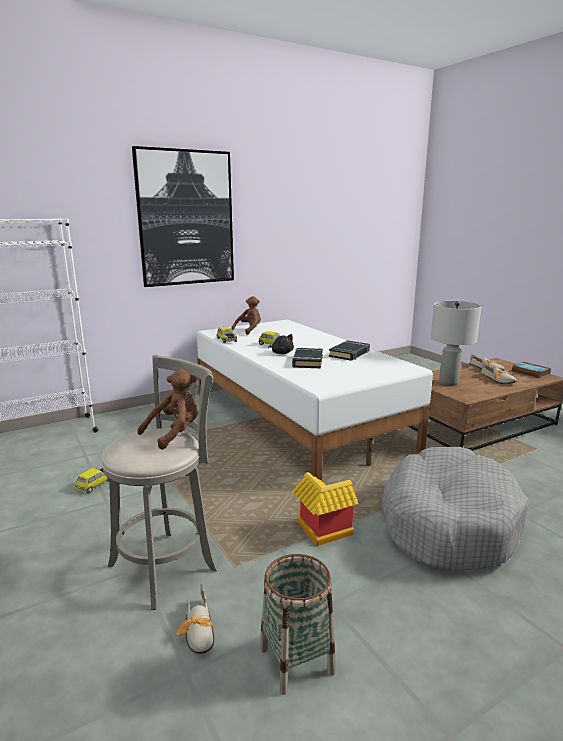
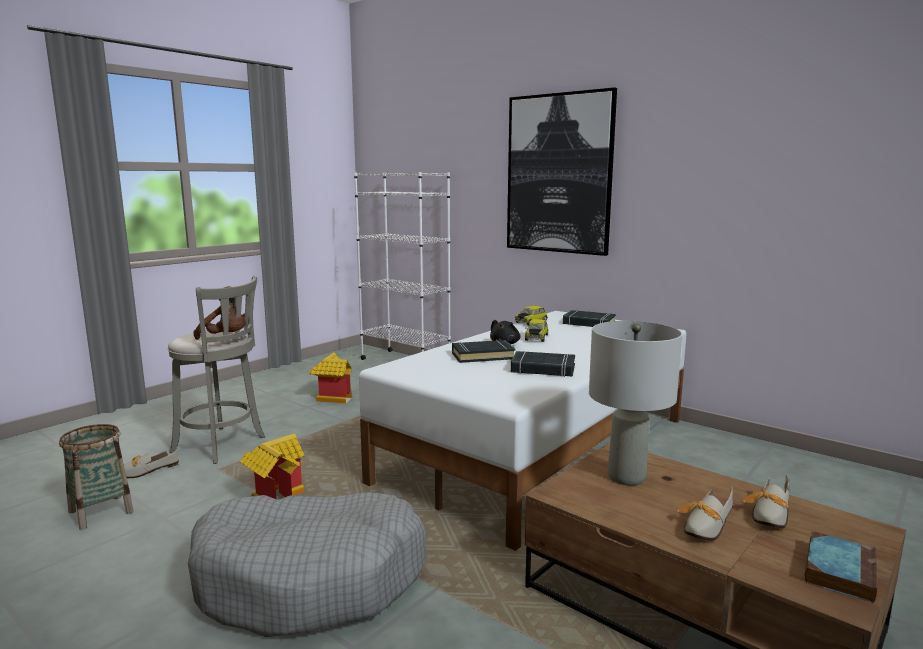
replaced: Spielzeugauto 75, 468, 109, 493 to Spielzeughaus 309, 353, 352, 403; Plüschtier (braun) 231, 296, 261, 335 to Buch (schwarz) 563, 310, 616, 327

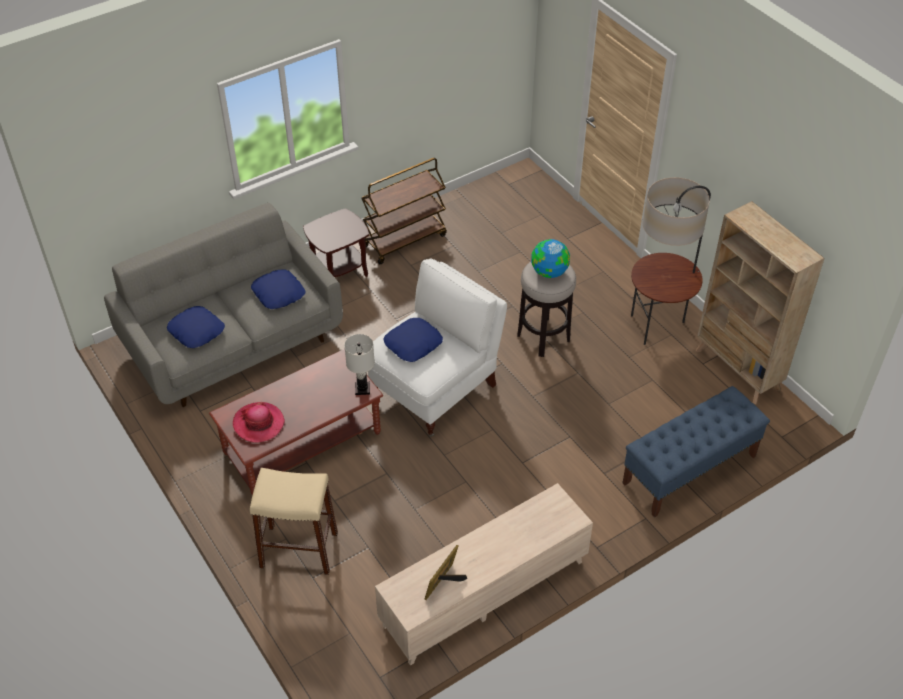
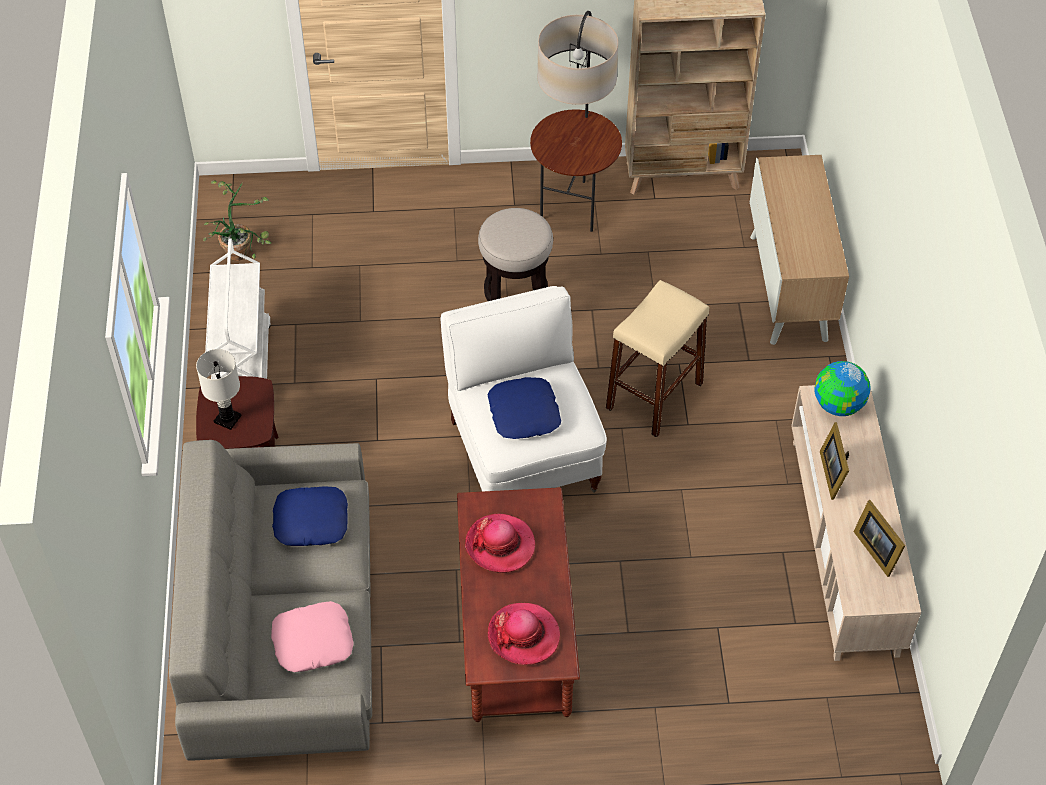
added: Topfpflanze 203, 180, 271, 261; Hut 465, 513, 535, 573; Bilderrahmen 820, 422, 849, 500
moved: Hocker (beige) 250, 468, 338, 575 to 606, 280, 709, 438; Tischlampe (weiß) 344, 334, 375, 395 to 196, 349, 241, 430; Globus 531, 239, 570, 278 to 814, 361, 871, 416
replaced: Bank (blau) 622, 386, 770, 518 to Schrank 750, 155, 849, 345
recoloured: Kissen (blau) 167, 306, 225, 348 to Kissen (rosa) 271, 601, 354, 672; Rollwagen (braun) 361, 158, 447, 264 to Rollwagen (weiß) 205, 238, 271, 379

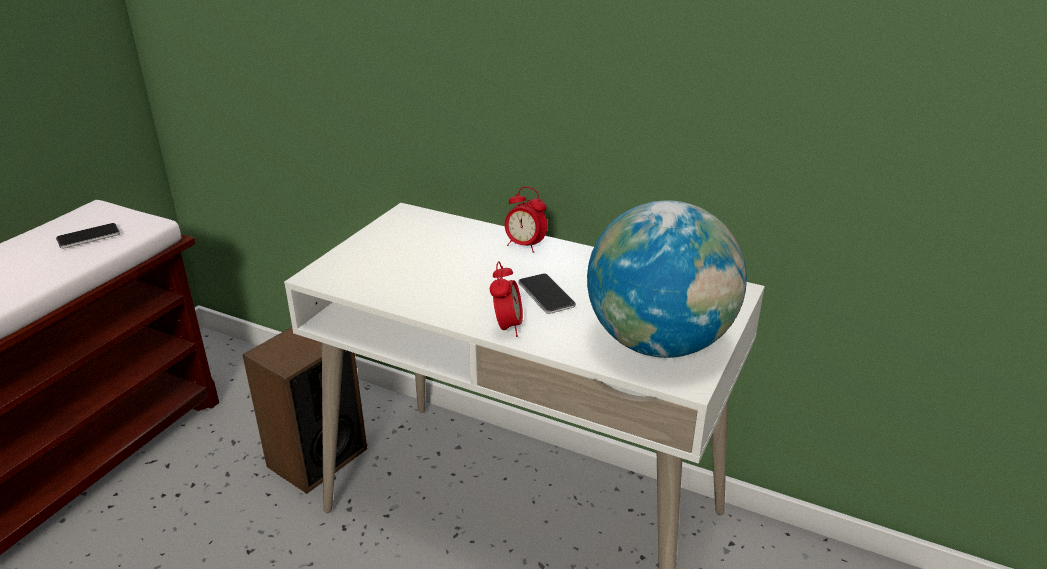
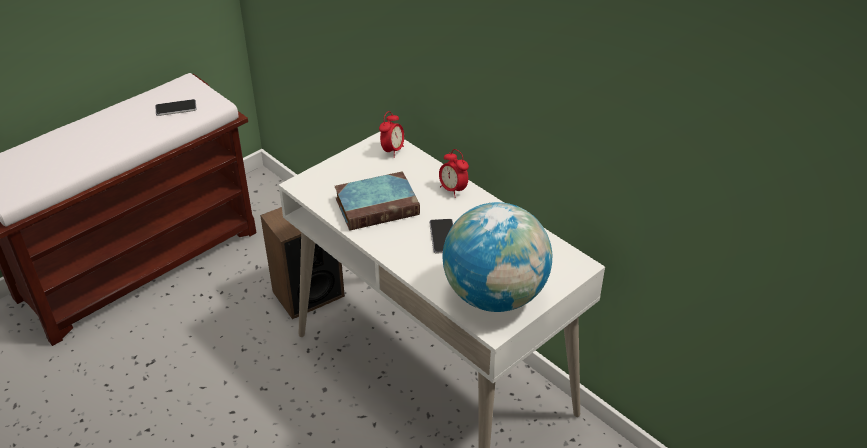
added: Buch 334, 171, 420, 231
moved: Wecker 490, 261, 523, 337 to 379, 111, 404, 158

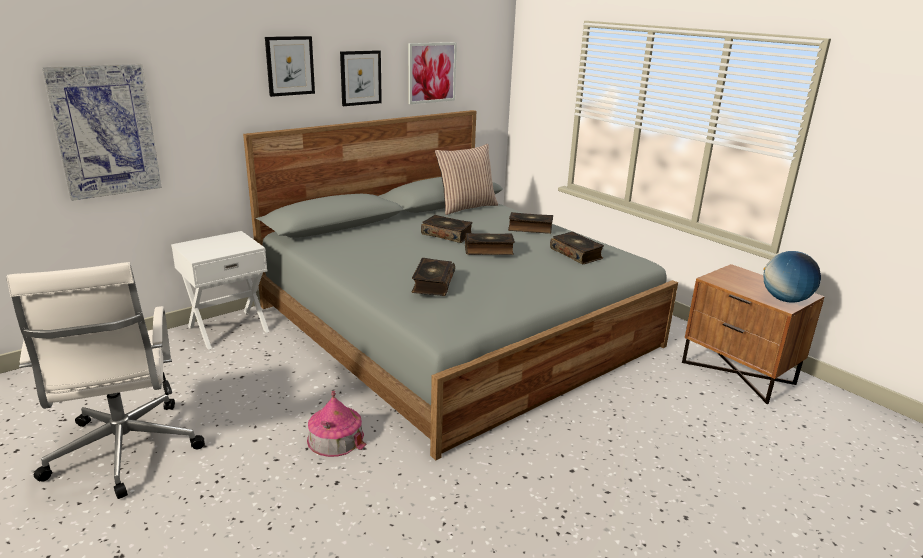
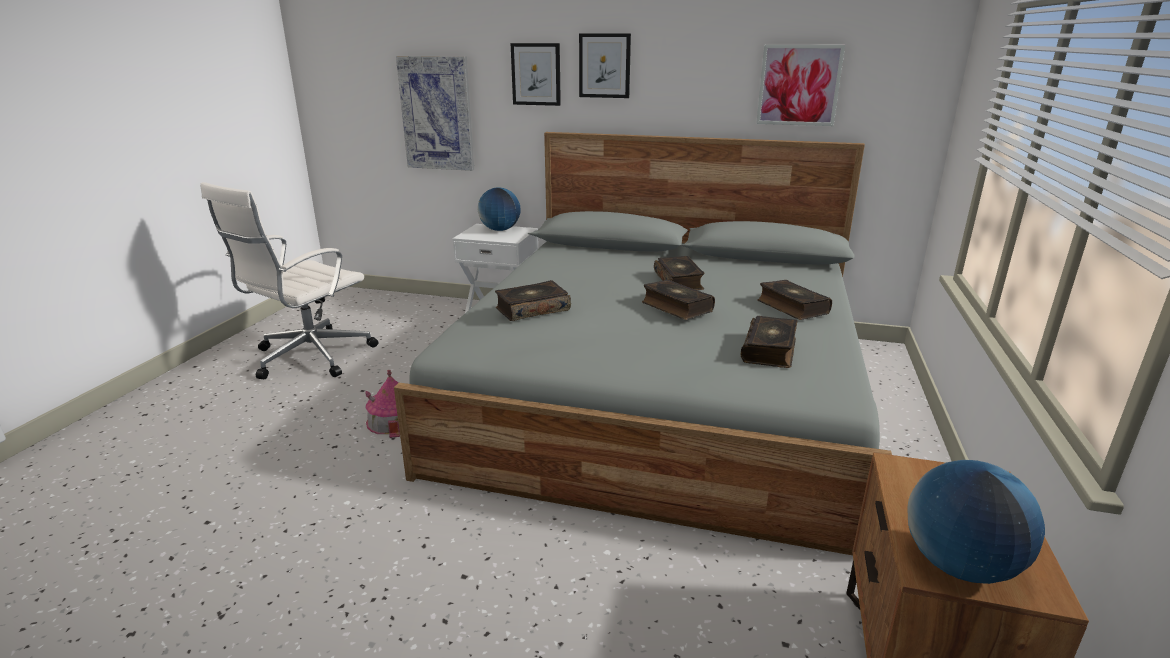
removed: Kissen 435, 144, 498, 215
added: Globus 478, 187, 521, 231
moved: Bild 340, 50, 382, 106 to 511, 43, 561, 106

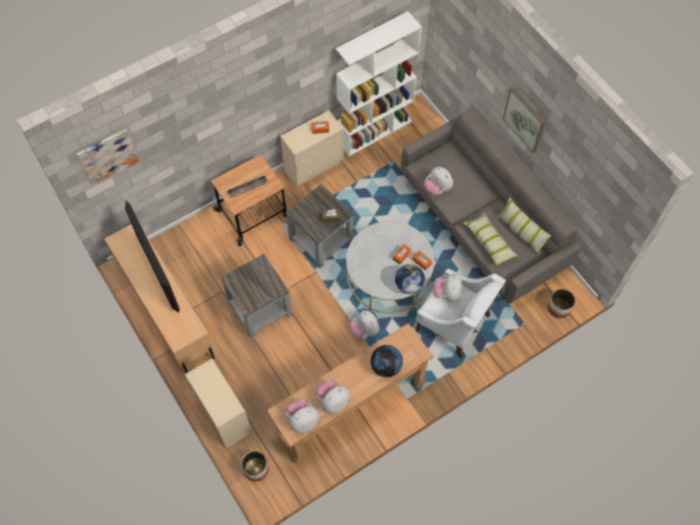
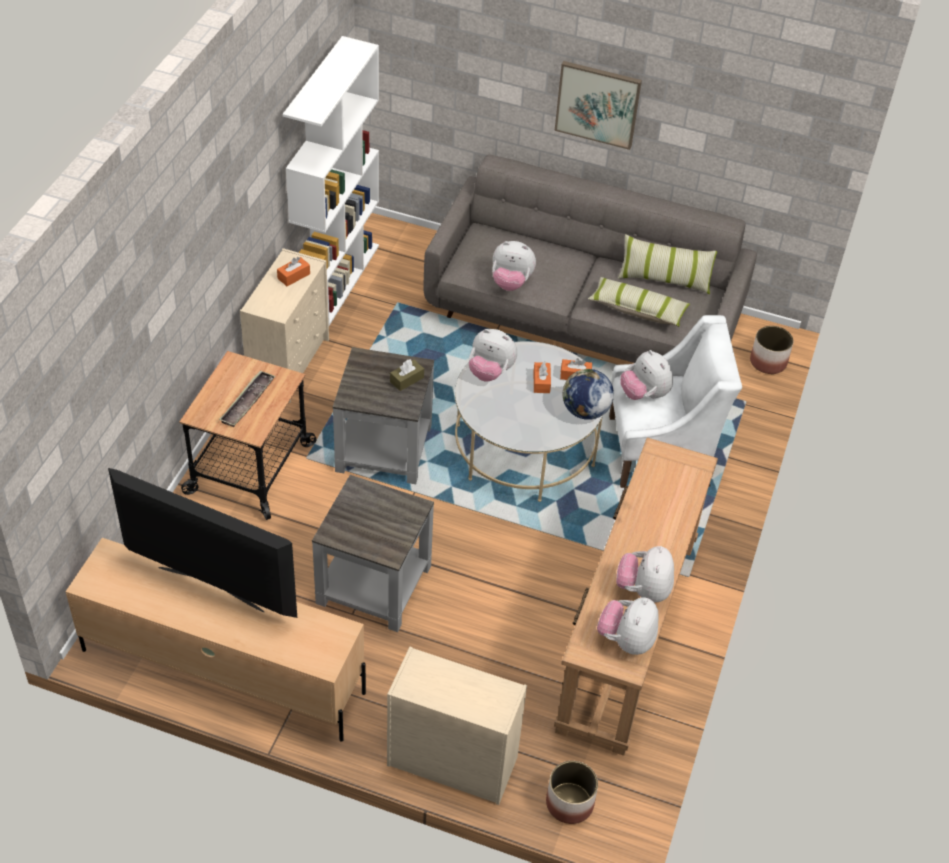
removed: Bild 76, 129, 139, 186; Globus 371, 345, 403, 377
moved: Plüschtier 350, 310, 379, 339 to 469, 329, 517, 381

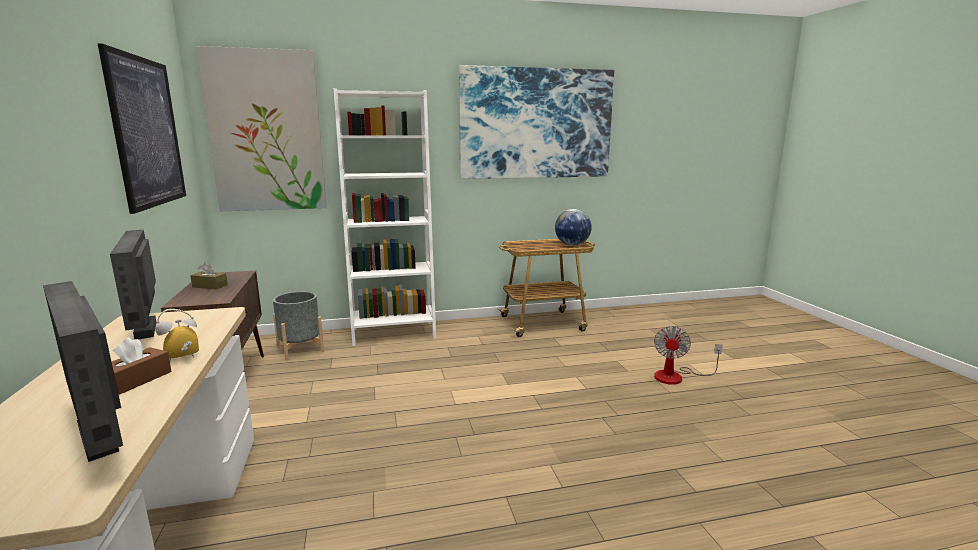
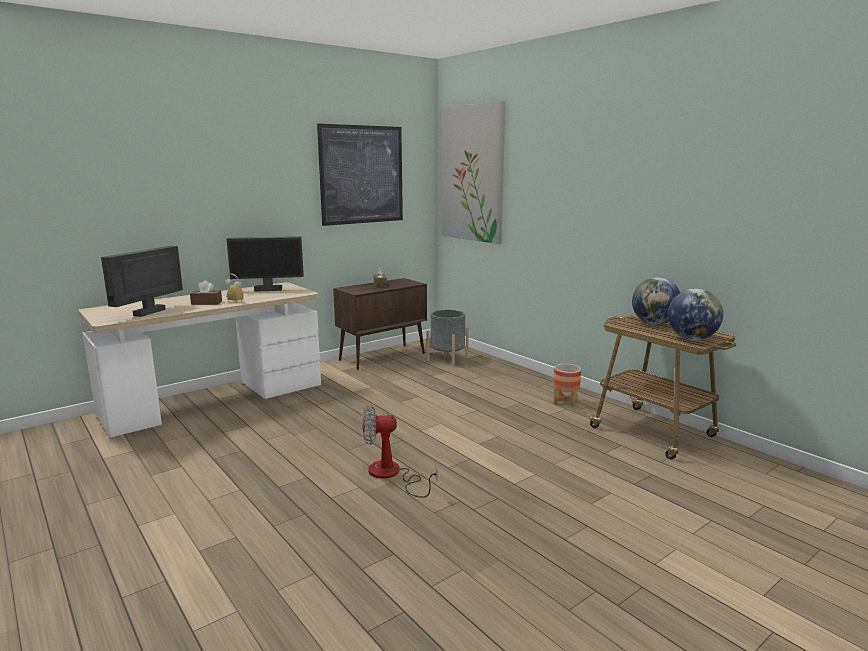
removed: Bücherregal (weiß) 334, 88, 436, 346; Bild 459, 65, 614, 179
added: Pflanzkübel 553, 364, 581, 407; Globus 632, 278, 680, 325
moved: Ventilator 654, 326, 723, 385 to 363, 405, 437, 498
turned: Monitor 110, 230, 156, 340 = 227, 236, 304, 292 135 degrees counterclockwise

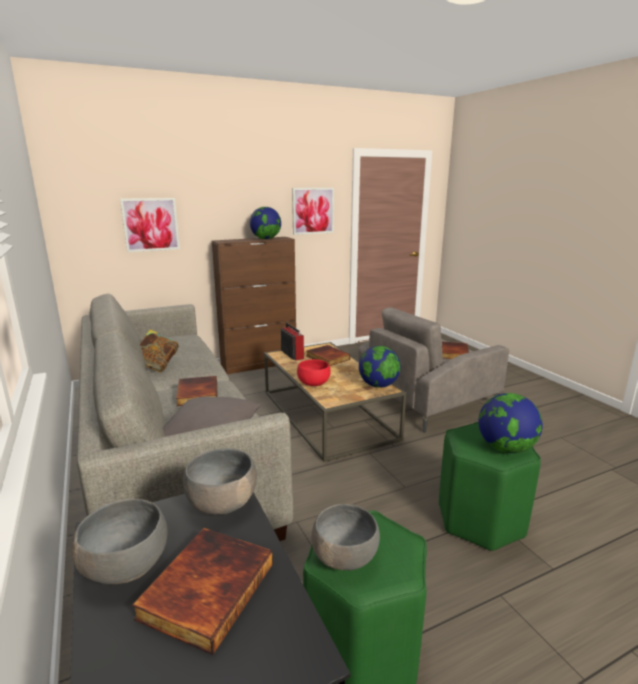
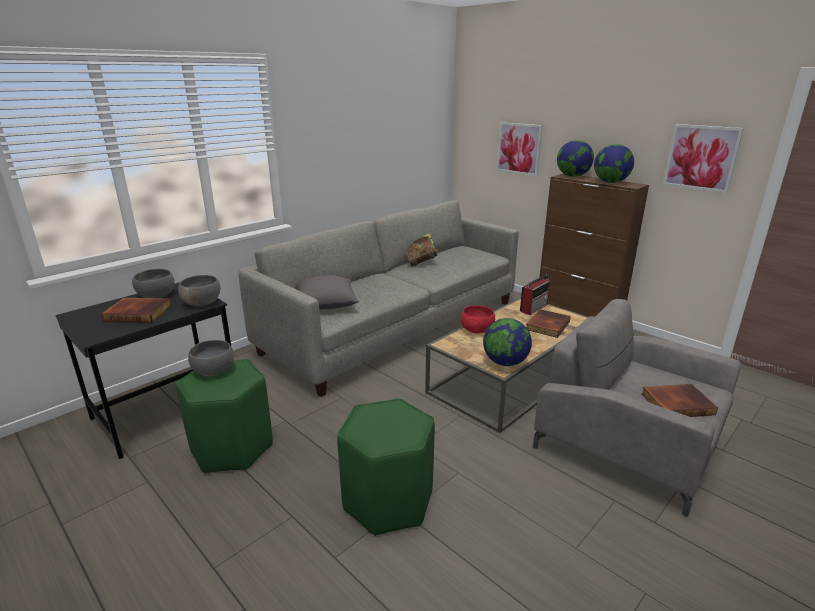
removed: Buch 176, 376, 218, 406
moved: Globus 478, 393, 543, 453 to 557, 140, 594, 177

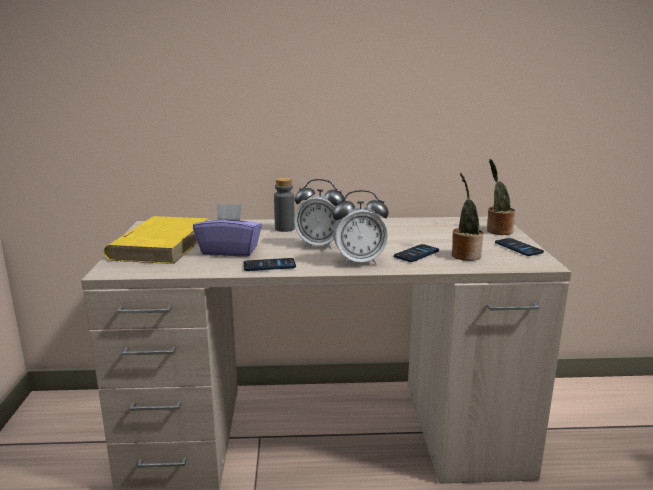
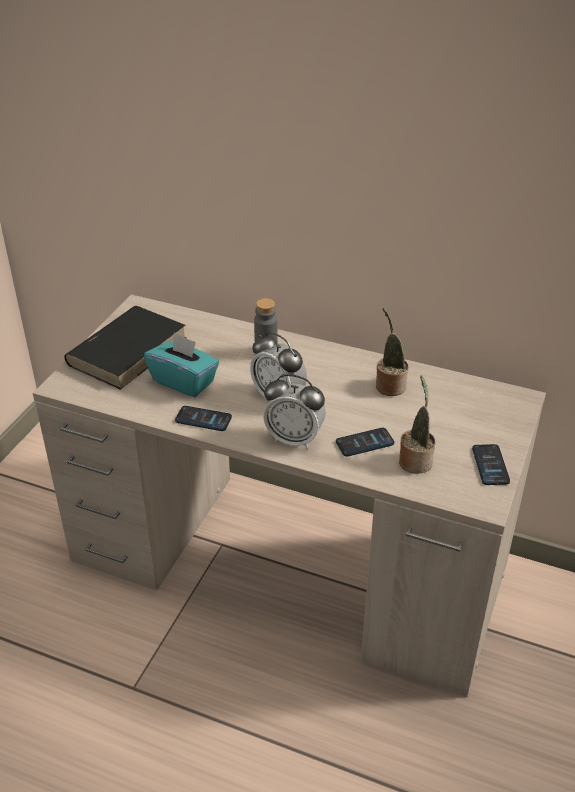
moved: Topfpflanze 487, 159, 516, 235 to 376, 308, 409, 396
recoloured: Buch (gelb) 104, 216, 208, 264 to Buch (schwarz) 64, 306, 186, 390; Taschentuchbox (lila) 193, 203, 262, 257 to Taschentuchbox (türkis) 144, 333, 219, 397

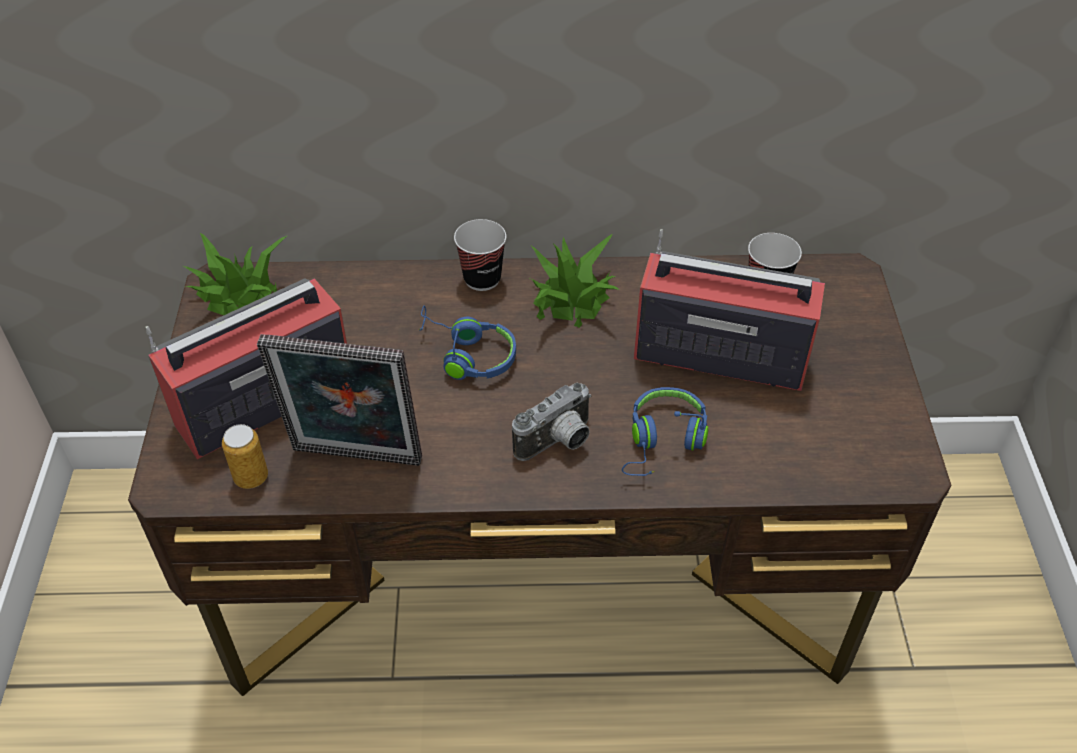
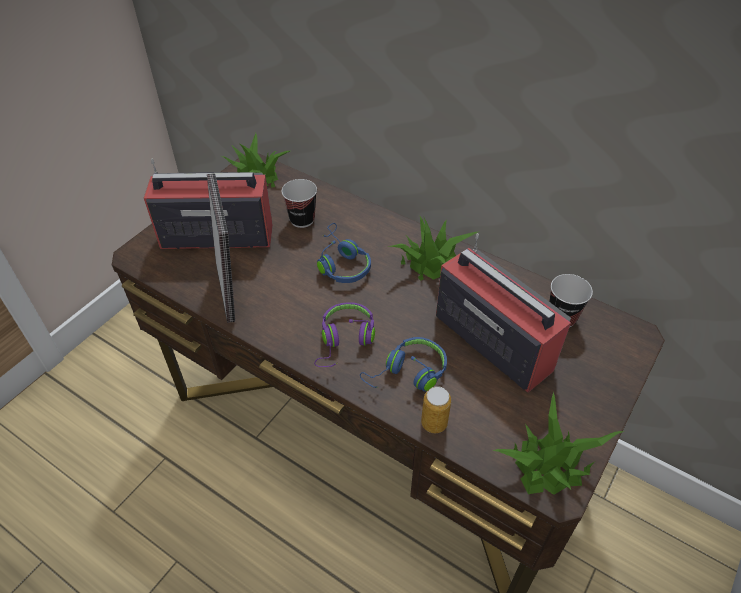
added: Topfpflanze 493, 392, 624, 495
moved: Dose 222, 424, 268, 489 to 421, 386, 451, 433; Tasse 454, 219, 506, 291 to 282, 179, 317, 228
replaced: Kamera 512, 383, 592, 461 to Kopfhörer (lila) 314, 302, 375, 367
turned: Bilderrahmen 257, 334, 422, 466 = 207, 174, 235, 323 150 degrees counterclockwise

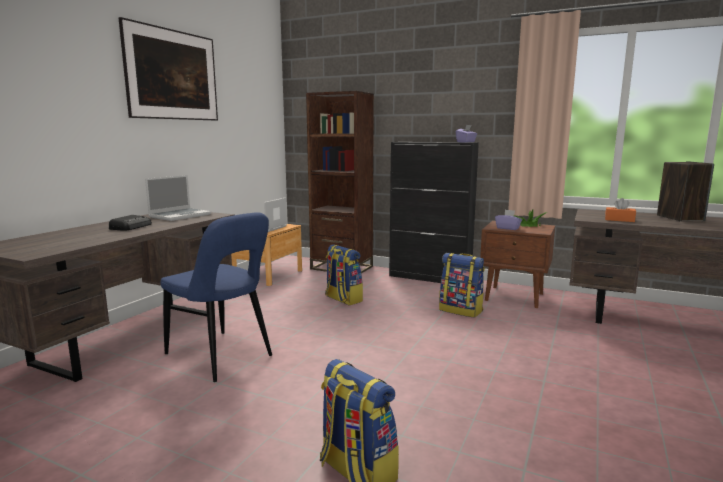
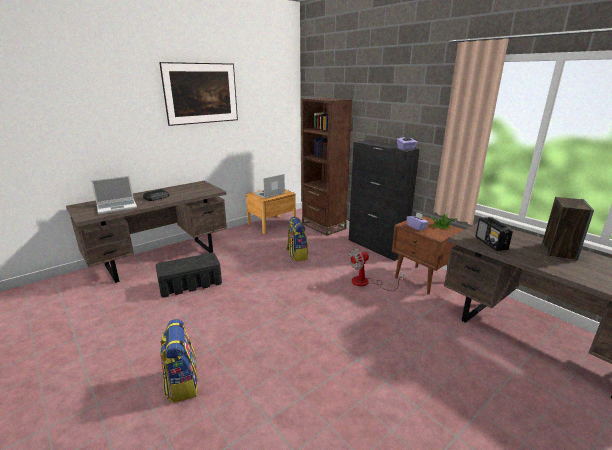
moved: Laptop 145, 175, 211, 221 to 91, 176, 137, 214
replaced: Stuhl (blau) 161, 212, 272, 382 to Aufbewahrungsbox (schwarz) 156, 253, 222, 298; Rucksack 439, 253, 485, 318 to Ventilator 348, 249, 404, 291; Taschentuchbox (orange) 605, 198, 636, 222 to Radio 476, 217, 513, 251

